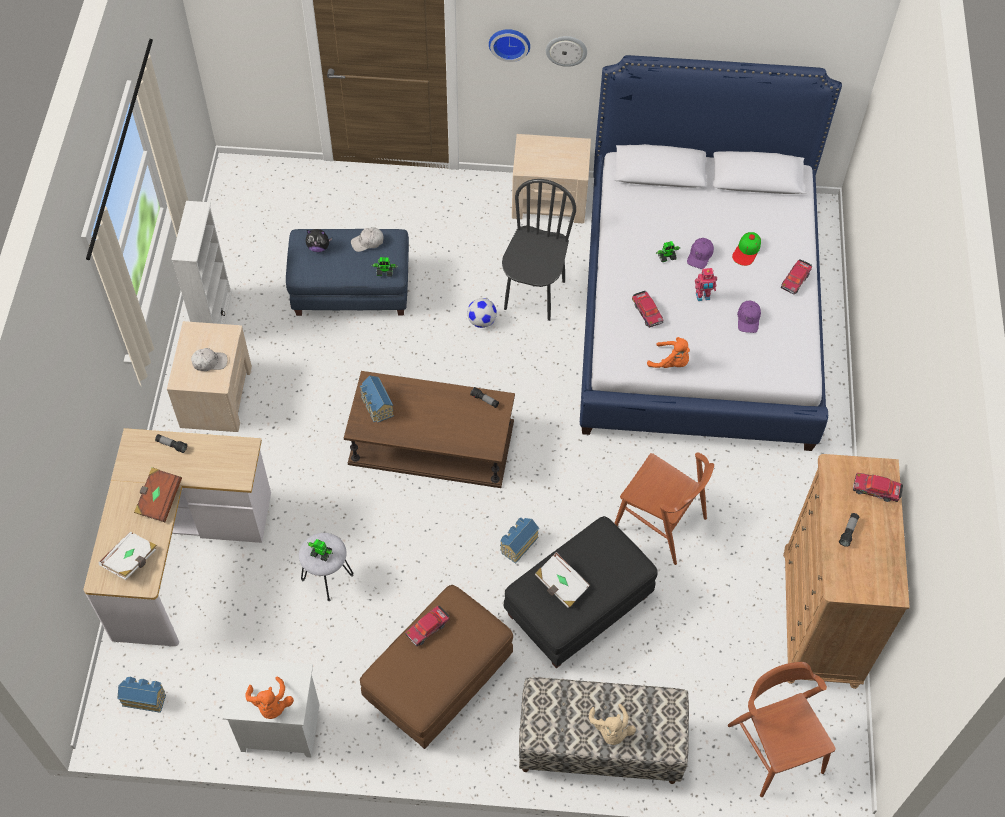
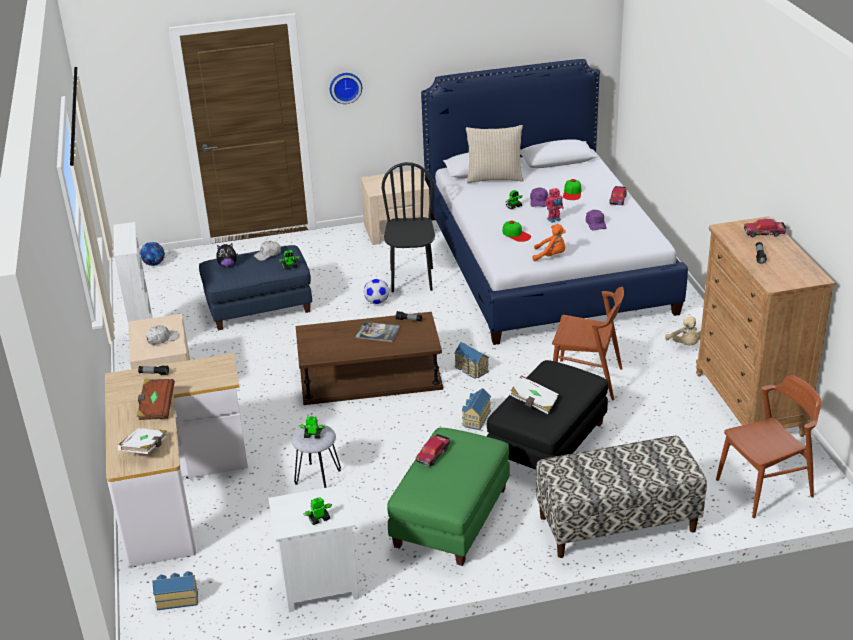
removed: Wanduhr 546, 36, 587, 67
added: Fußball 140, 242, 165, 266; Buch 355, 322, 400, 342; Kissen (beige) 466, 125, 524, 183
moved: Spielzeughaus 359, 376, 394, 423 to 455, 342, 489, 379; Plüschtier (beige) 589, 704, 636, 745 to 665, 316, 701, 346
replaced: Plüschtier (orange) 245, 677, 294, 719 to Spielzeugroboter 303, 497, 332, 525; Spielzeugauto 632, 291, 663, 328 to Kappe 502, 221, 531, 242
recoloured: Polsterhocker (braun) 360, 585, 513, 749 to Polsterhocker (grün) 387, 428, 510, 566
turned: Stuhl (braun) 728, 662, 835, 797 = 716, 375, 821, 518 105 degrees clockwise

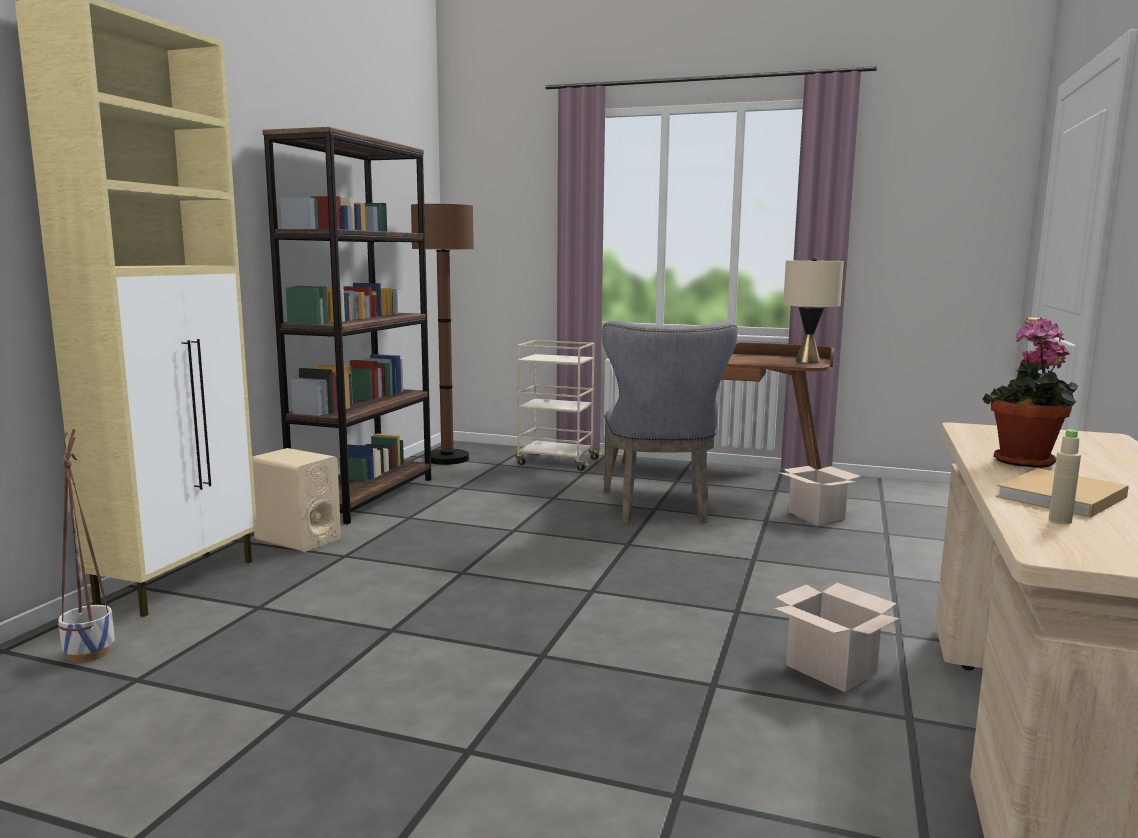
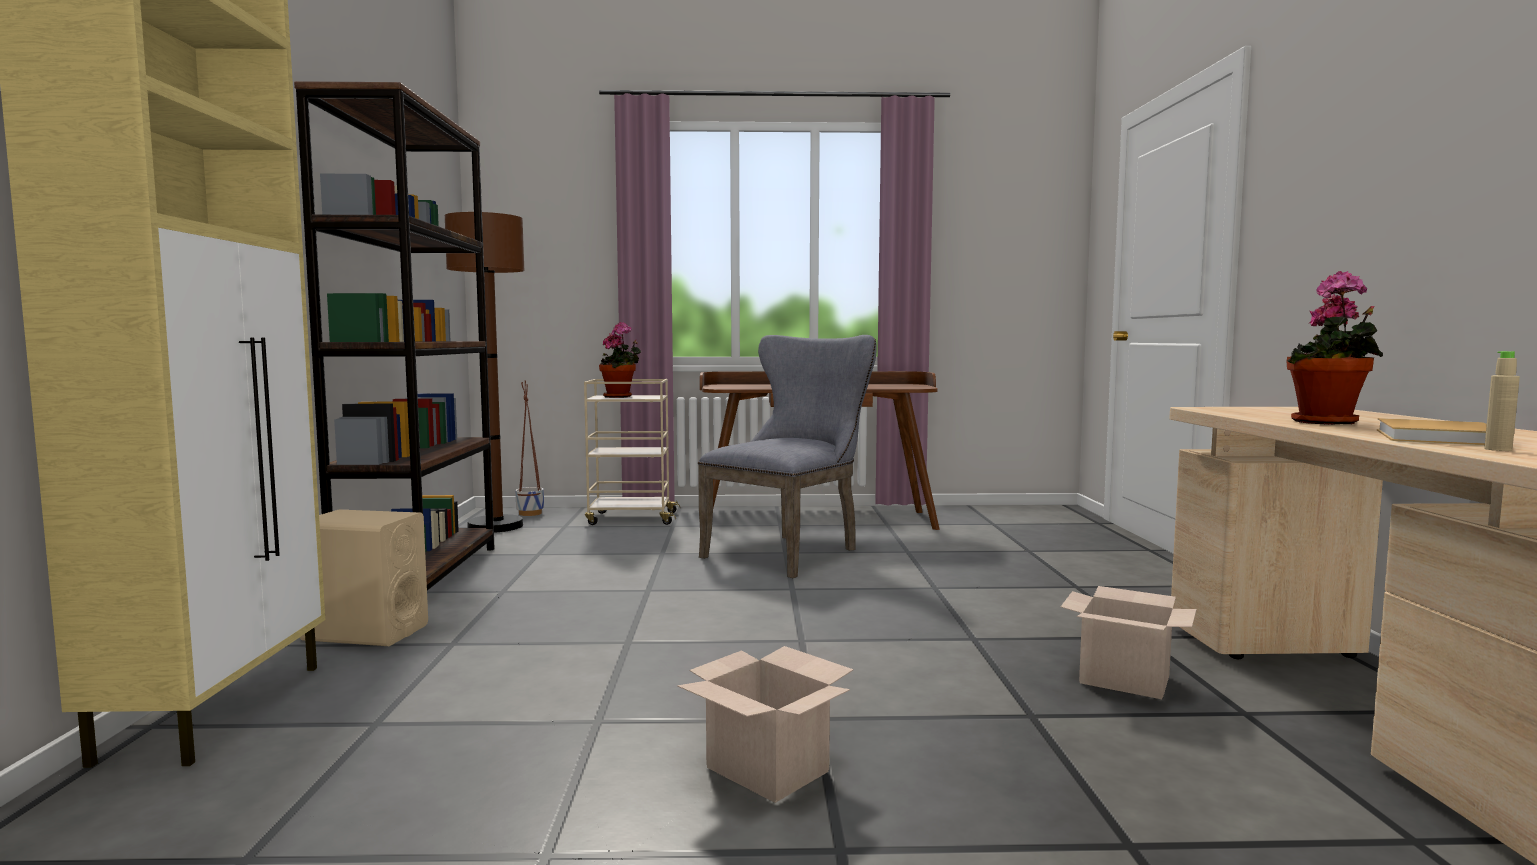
removed: Tischlampe (beige) 783, 257, 844, 363
added: Topfpflanze 599, 322, 641, 398
moved: Pflanzkübel 58, 429, 115, 663 to 516, 380, 544, 516; Karton 778, 466, 861, 524 to 677, 646, 854, 803
turned: Stuhl (grau) 602, 321, 737, 524 = 698, 335, 877, 578 120 degrees counterclockwise

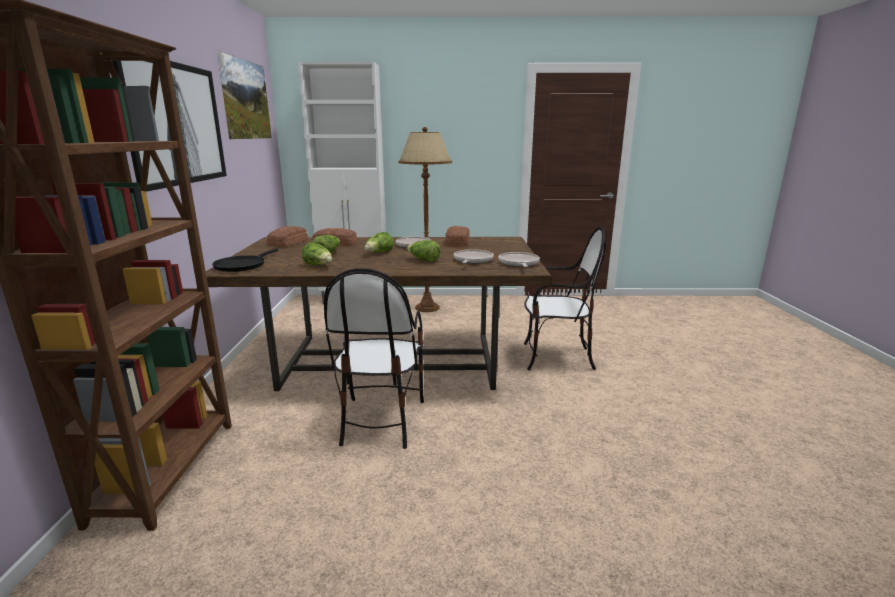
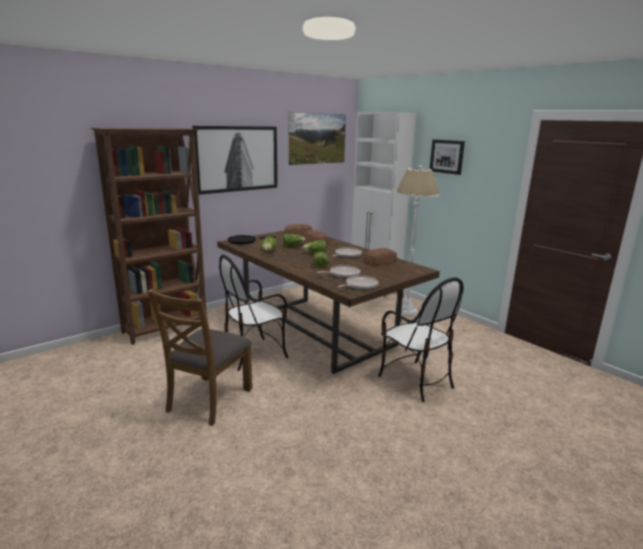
added: Stuhl (braun) 148, 289, 252, 426; Bild 430, 139, 465, 175
recoloured: Stehlampe (braun) 398, 127, 452, 312 to Stehlampe (weiß) 395, 165, 440, 315

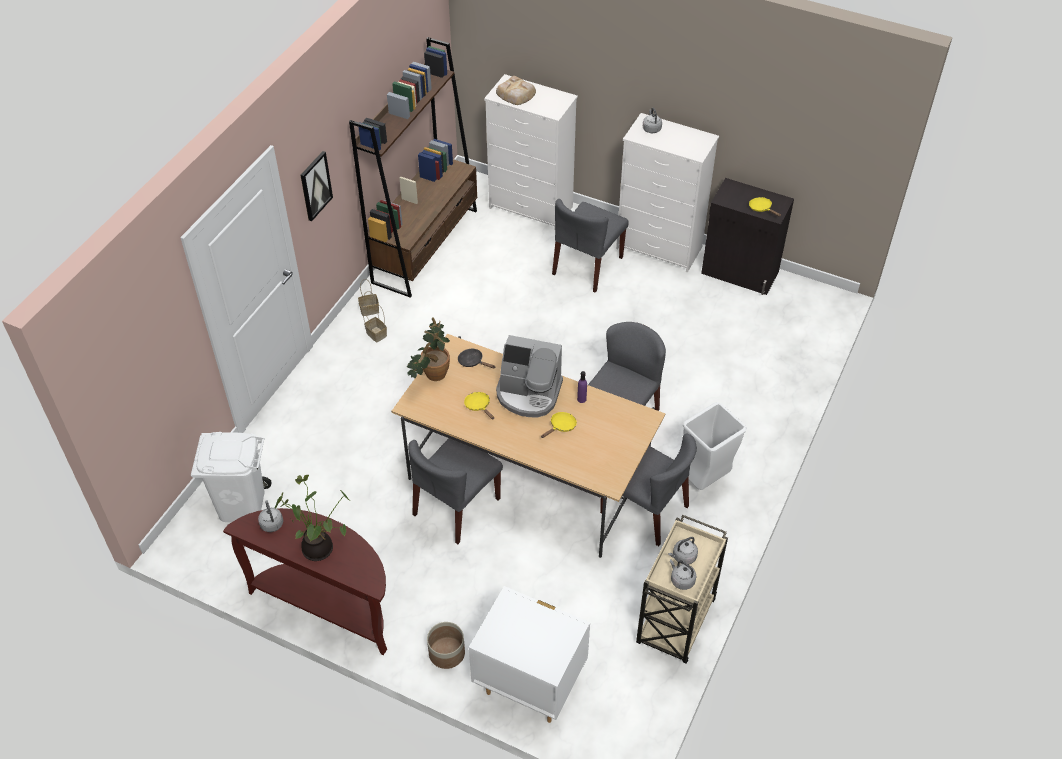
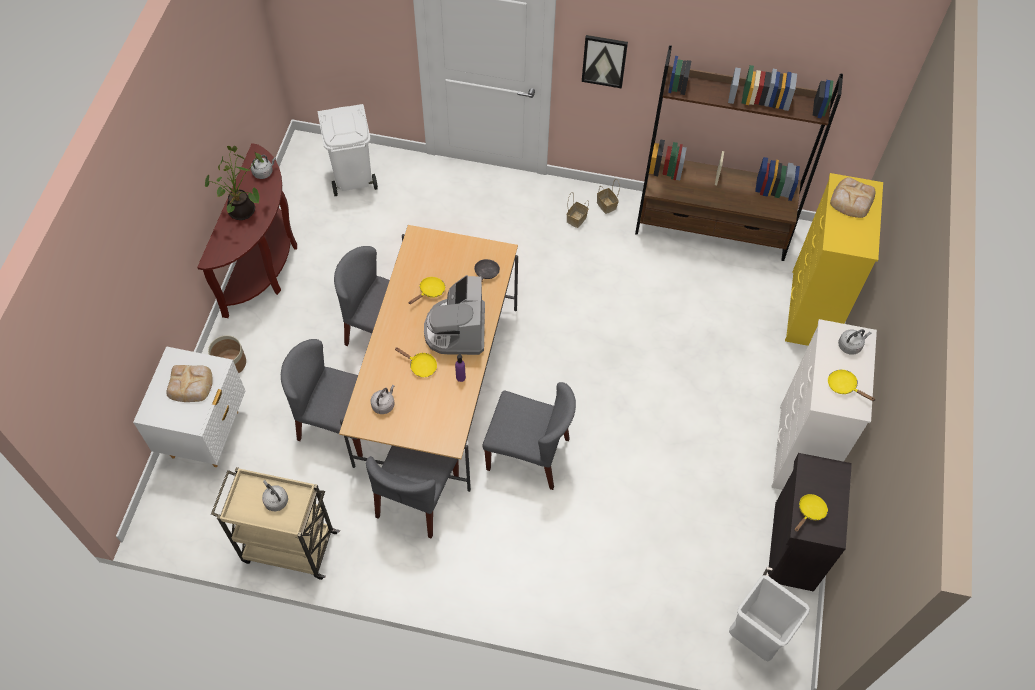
removed: Topfpflanze 407, 317, 450, 381
added: Brot 166, 365, 213, 402; Pfanne (gelb) 828, 370, 875, 401
moved: Stuhl (grau) 552, 199, 629, 293 to 281, 339, 363, 457; Wasserkessel (grau) 670, 560, 697, 590 to 370, 385, 395, 414; Mülleimer (weiß) 683, 402, 747, 490 to 729, 575, 810, 661
recoloured: Kommode (weiß) 484, 74, 578, 230 to Kommode (gelb) 785, 173, 883, 346

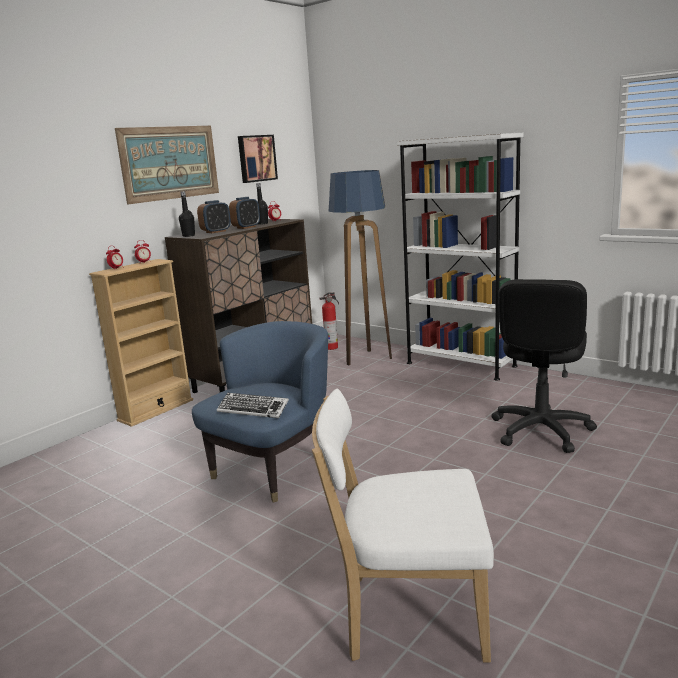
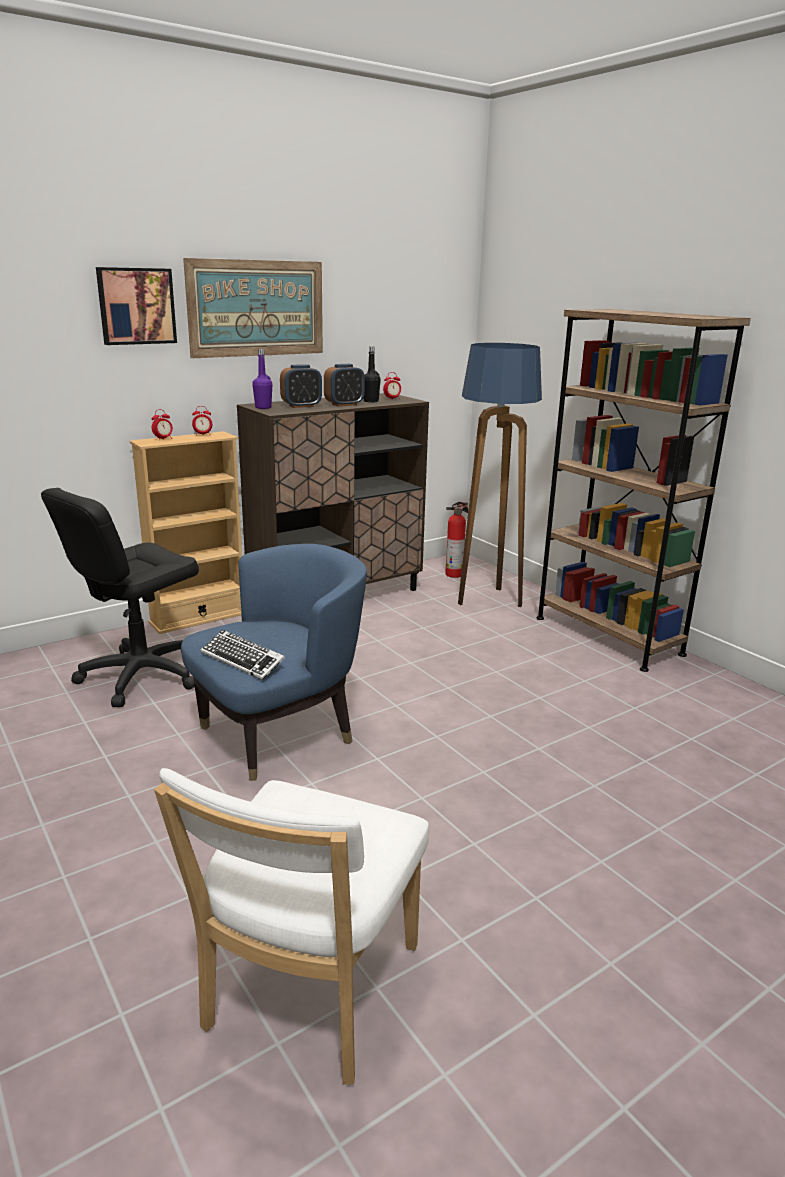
moved: Bild 238, 135, 278, 183 to 96, 267, 177, 345; Bürostuhl (schwarz) 491, 279, 597, 453 to 41, 488, 199, 707
recoloured: Flasche (schwarz) 179, 191, 195, 237 to Flasche (lila) 252, 349, 272, 409; Bücherregal (weiß) 397, 132, 524, 381 to Bücherregal (braun) 536, 309, 751, 672
turned: Stuhl (weiß) 312, 389, 494, 662 = 154, 768, 429, 1084 90 degrees counterclockwise

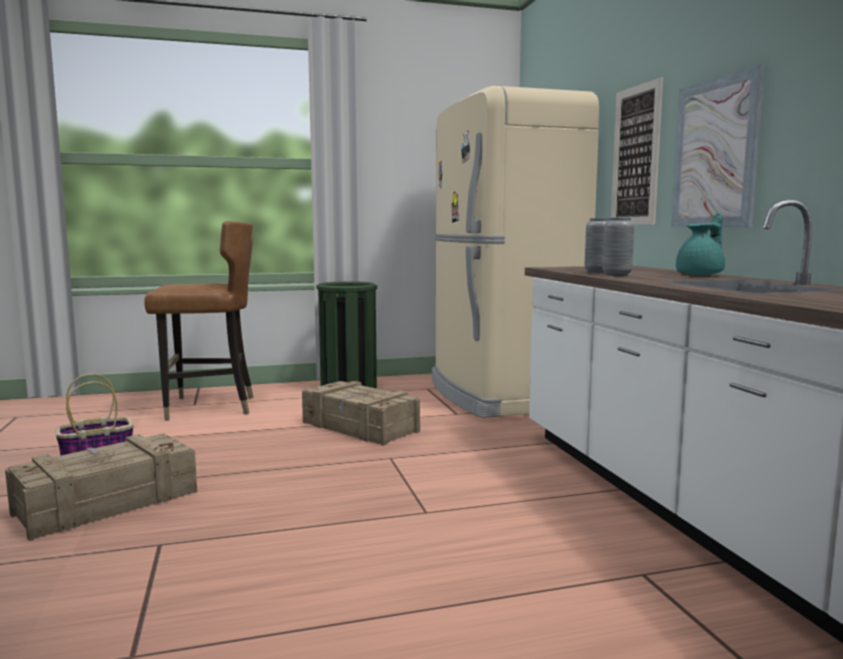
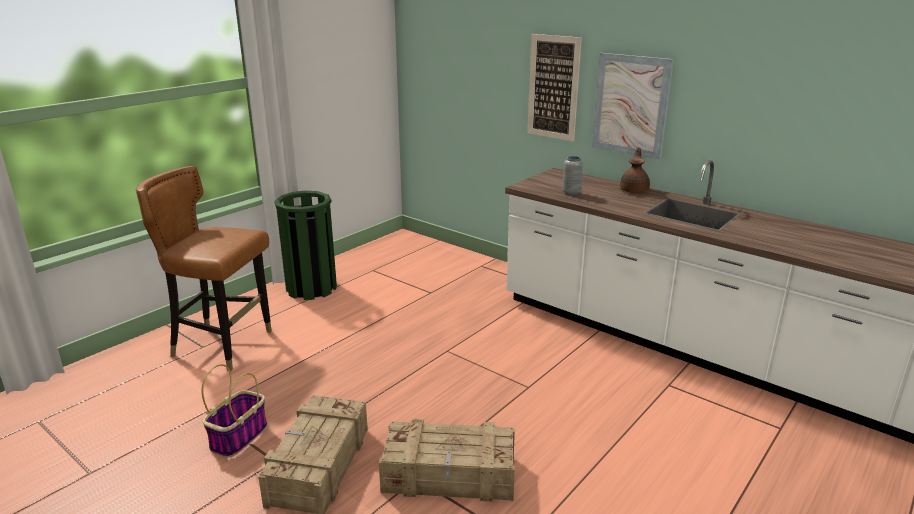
removed: Kühlschrank (beige) 432, 86, 599, 418; Vase (grau) 602, 217, 635, 276
moved: Kiste 302, 381, 420, 446 to 379, 418, 515, 502
recoloured: Teekanne (türkis) 676, 213, 725, 275 to Teekanne (braun) 620, 147, 650, 193
turned: Stuhl (braun) 144, 221, 254, 421 = 136, 166, 272, 372 120 degrees counterclockwise

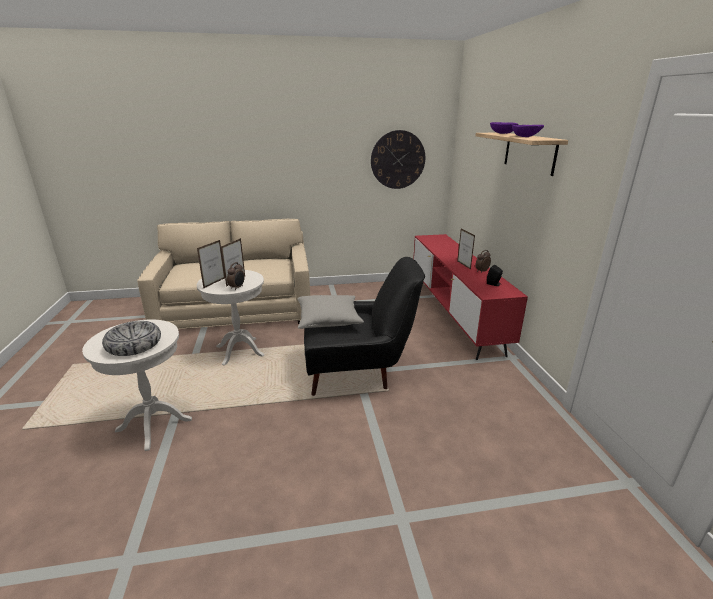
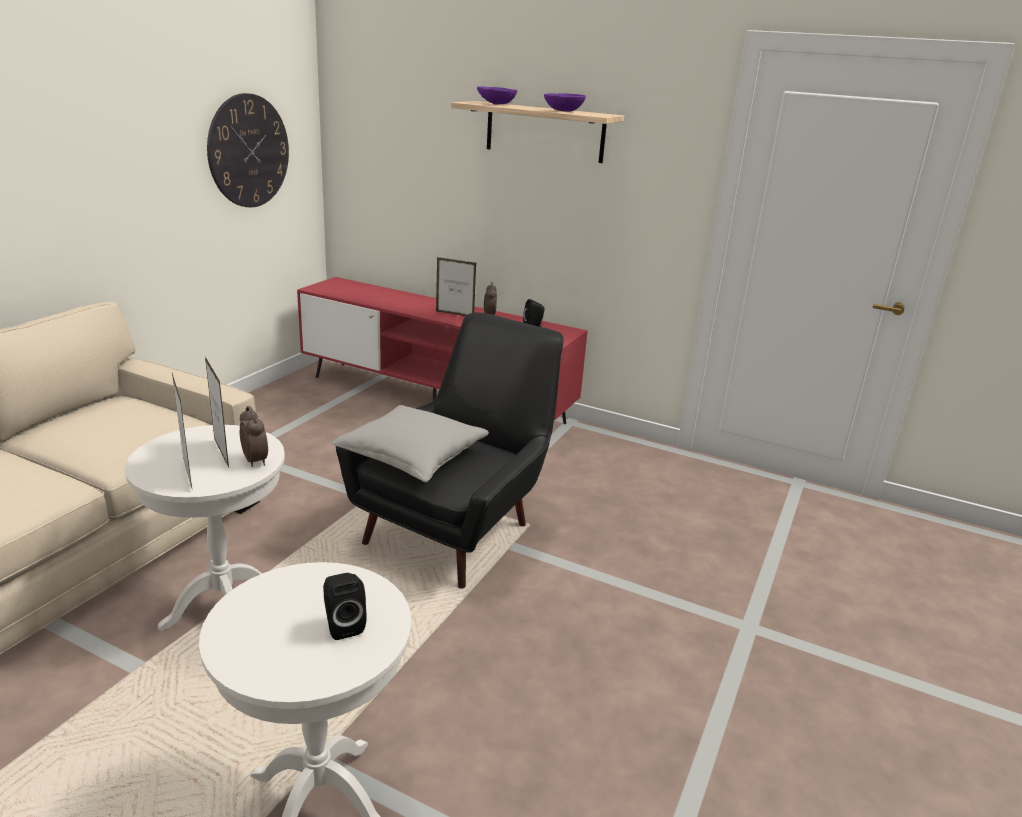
replaced: Schüssel 102, 321, 161, 356 to Lautsprecher (schwarz) 323, 573, 367, 640

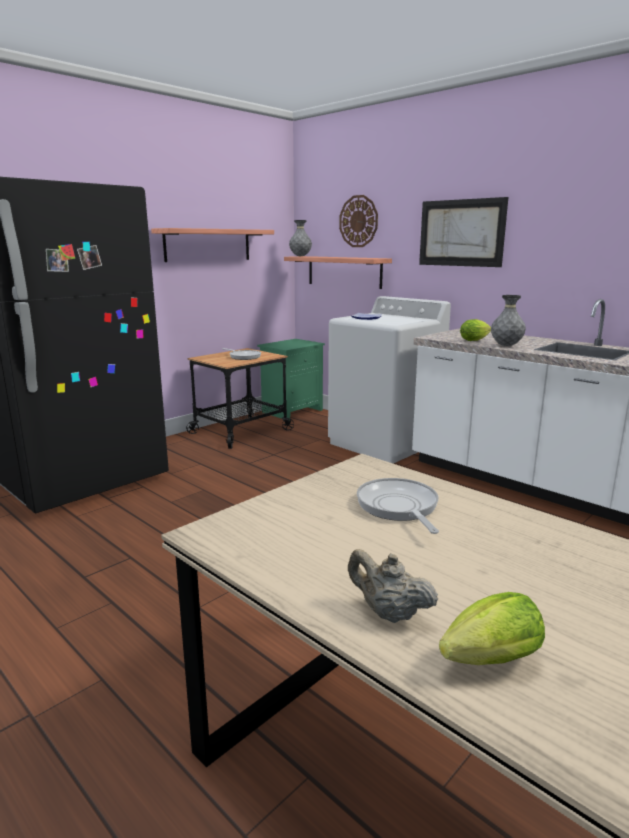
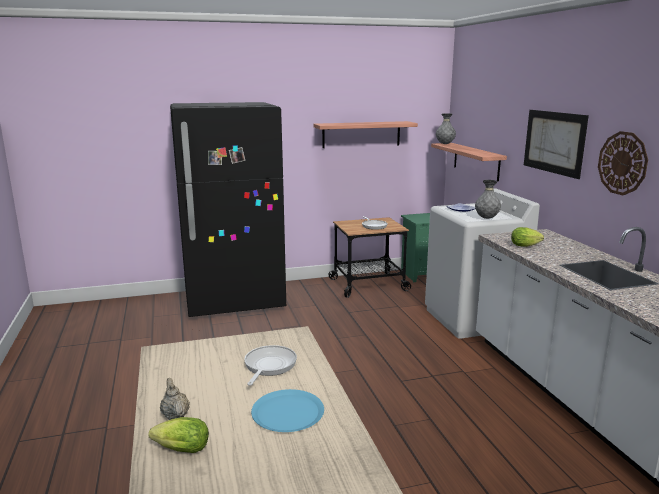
added: Teller (blau) 251, 389, 324, 432
moved: Wanduhr 339, 195, 378, 247 to 598, 131, 648, 196; Vase (grau) 491, 295, 526, 346 to 475, 180, 501, 219

